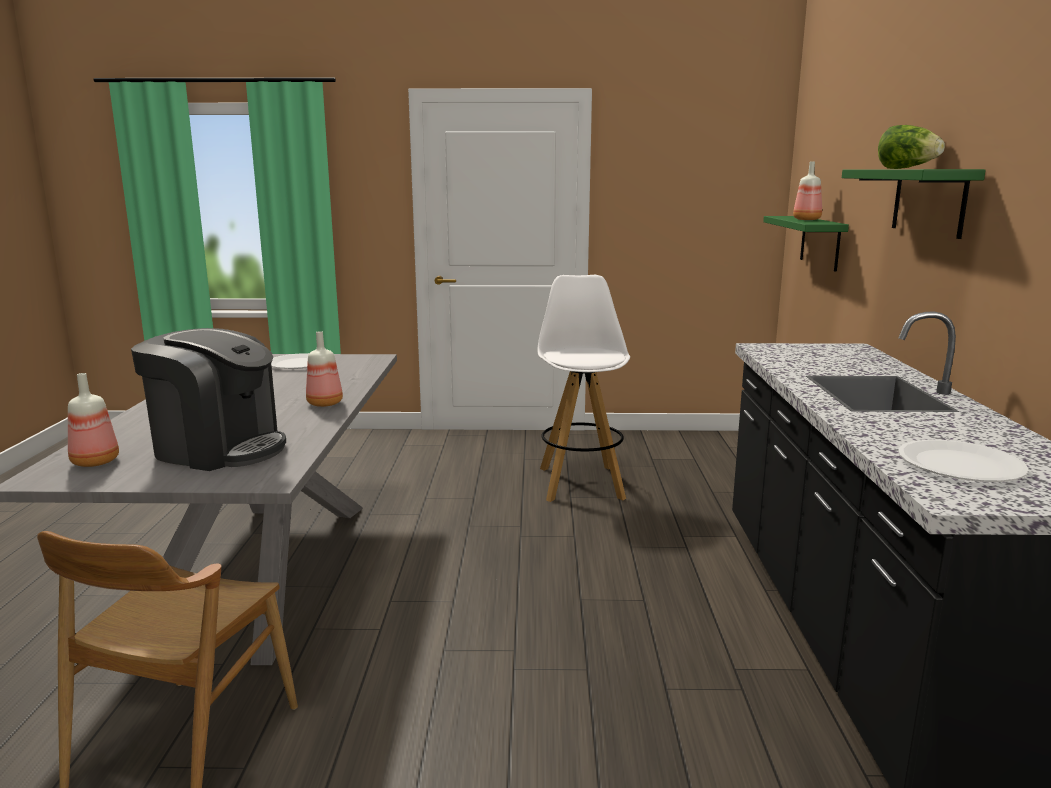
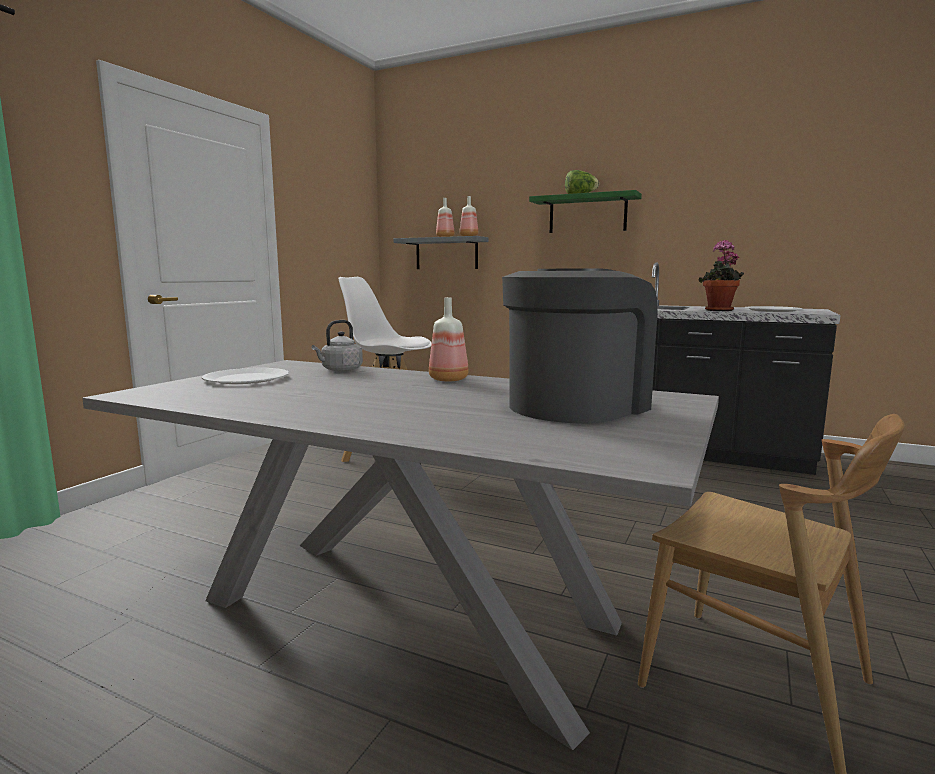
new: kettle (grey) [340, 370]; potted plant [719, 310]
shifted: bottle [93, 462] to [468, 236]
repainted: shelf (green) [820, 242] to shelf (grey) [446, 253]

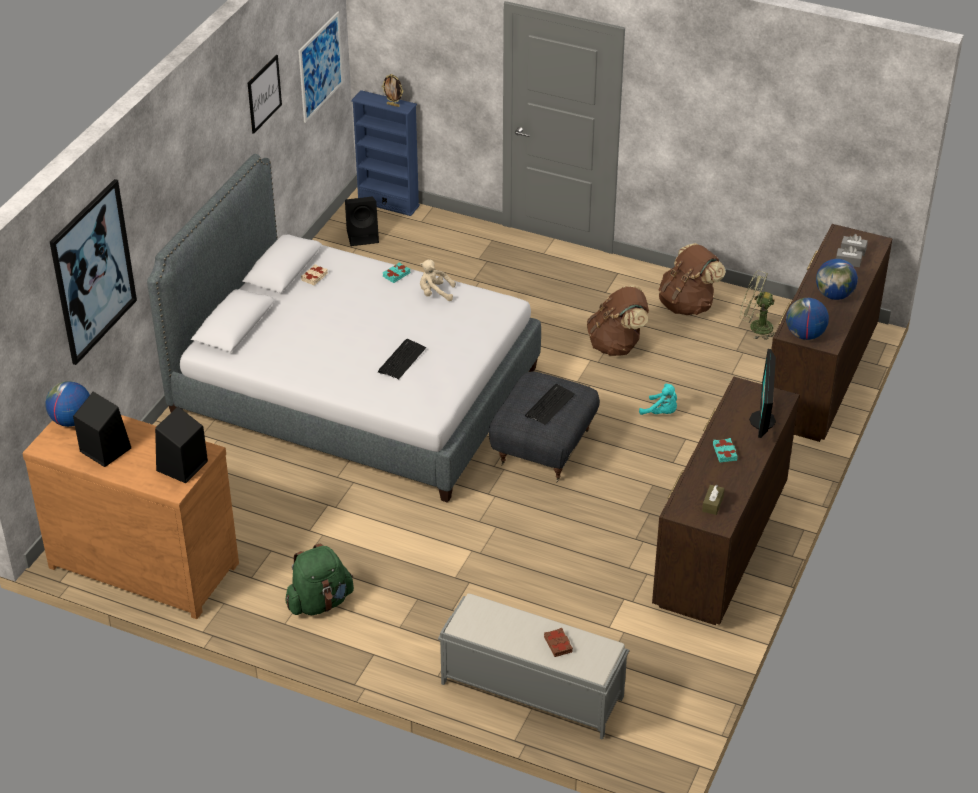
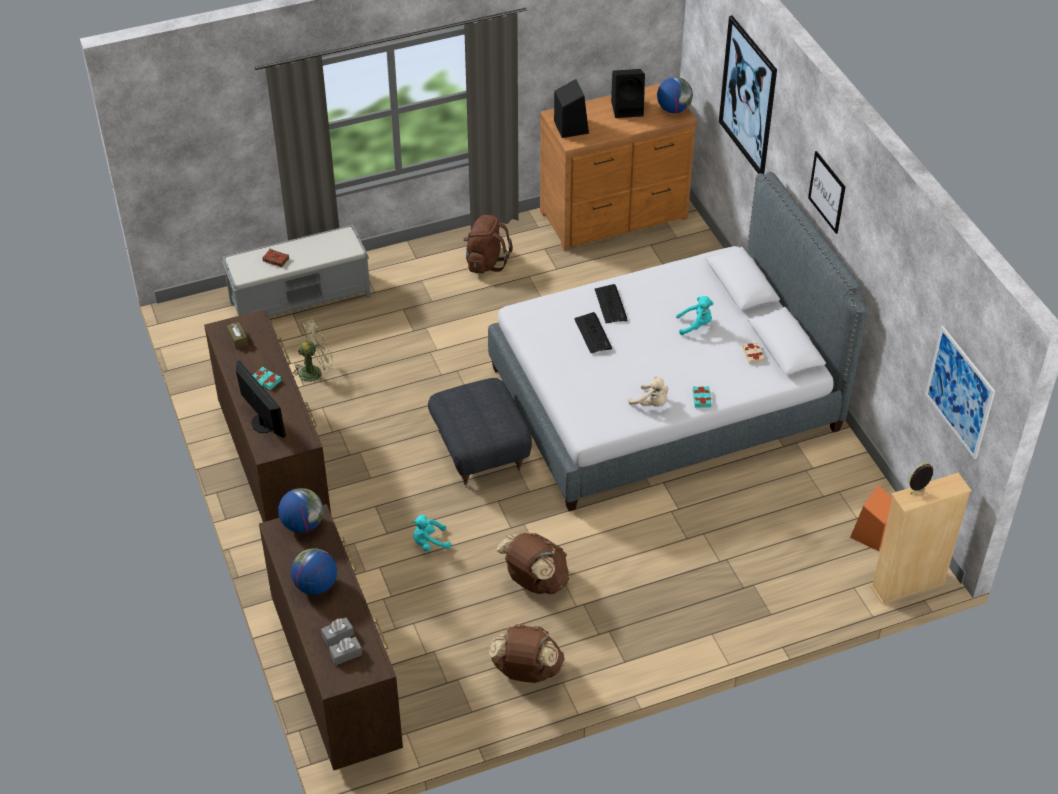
new: plush toy (turquoise) [695, 325]
shifted: picture [264, 93] to [827, 192]; keyboard [549, 405] to [611, 304]; fan (green) [755, 327] to [315, 371]
repainted: backpack (green) [320, 602] to backpack (brown) [485, 262]; speaker (black) [363, 236] to speaker (orange) [871, 535]; bookcase (blue) [388, 203] to bookcase (beige) [908, 585]
rotated: plush toy (beige) [435, 293] = [651, 403] 75 degrees clockwise

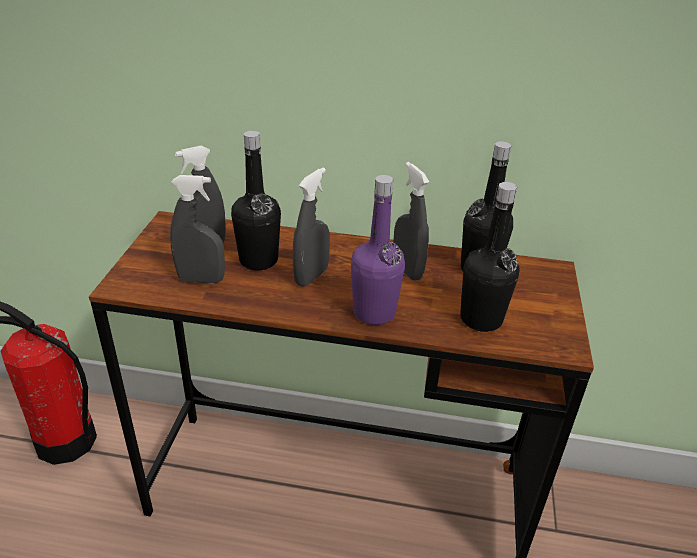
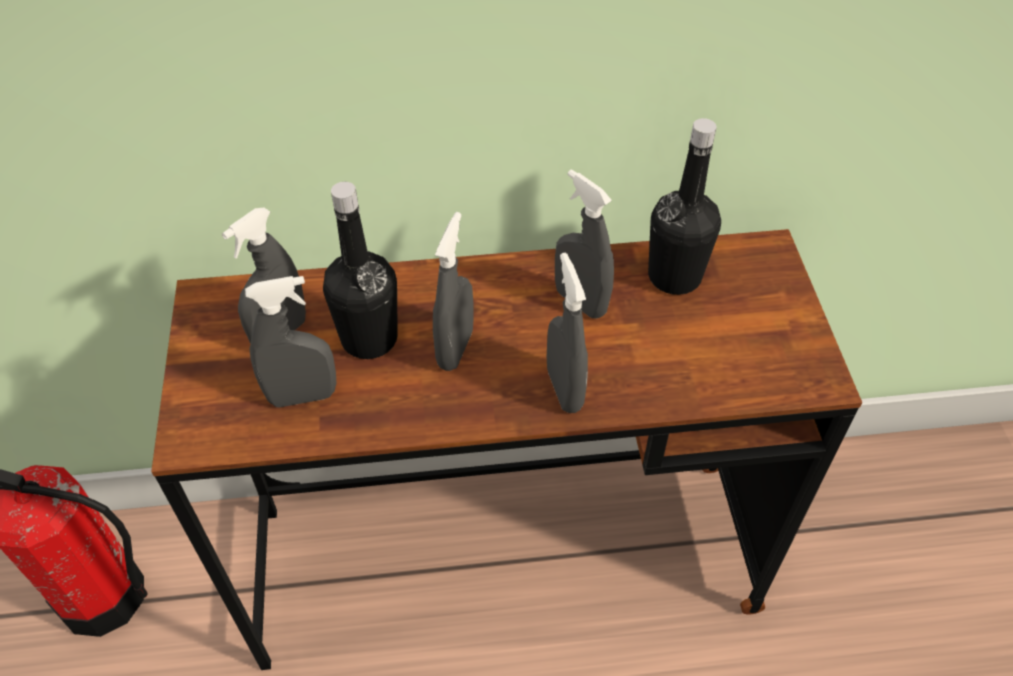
gone: bottle (black) [481, 319]
swapped: bottle (purple) [374, 312] to spray bottle (grey) [564, 389]

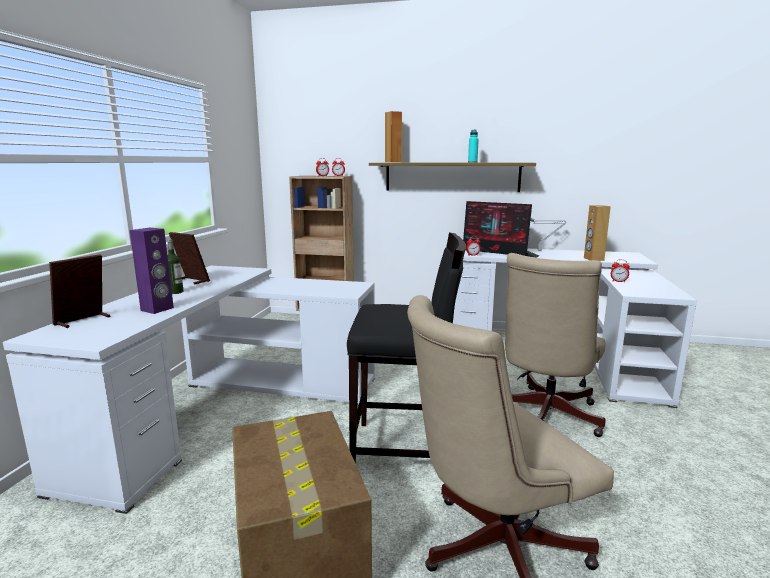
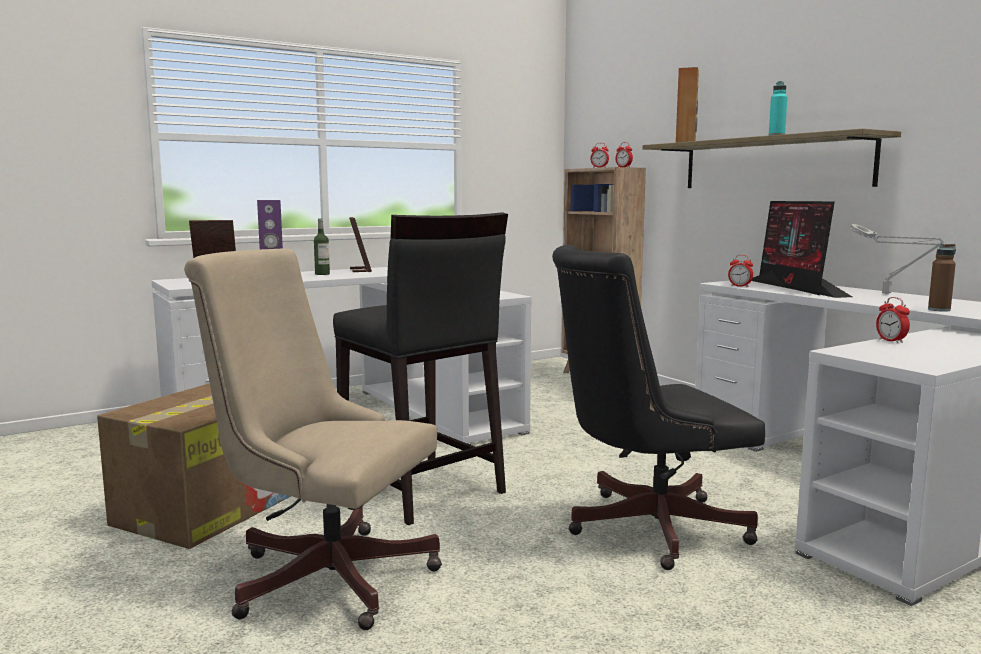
swapped: speaker (brown) [593, 259] to bottle (brown) [939, 310]
repainted: office chair (beige) [544, 416] to office chair (black) [644, 527]

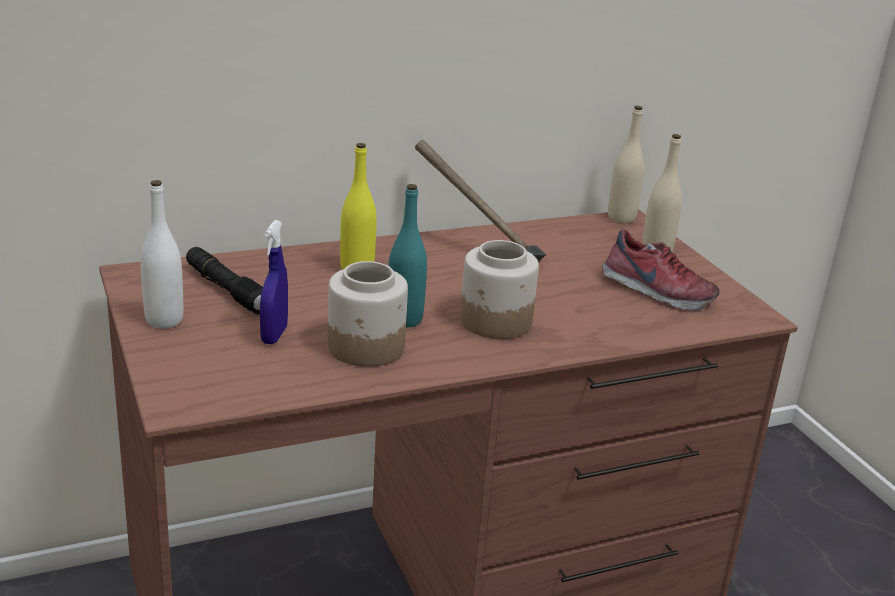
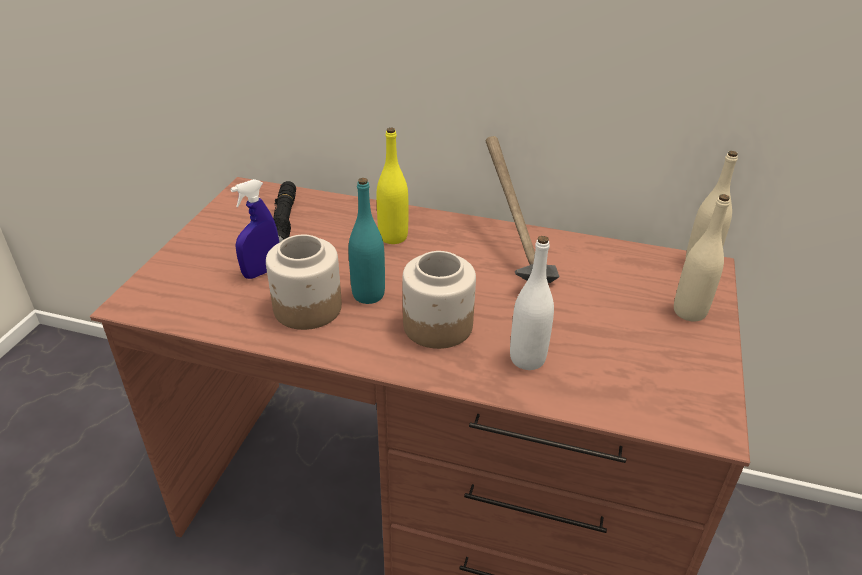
gone: shoe [655, 292]
shifted: bottle (white) [164, 320] to [527, 359]

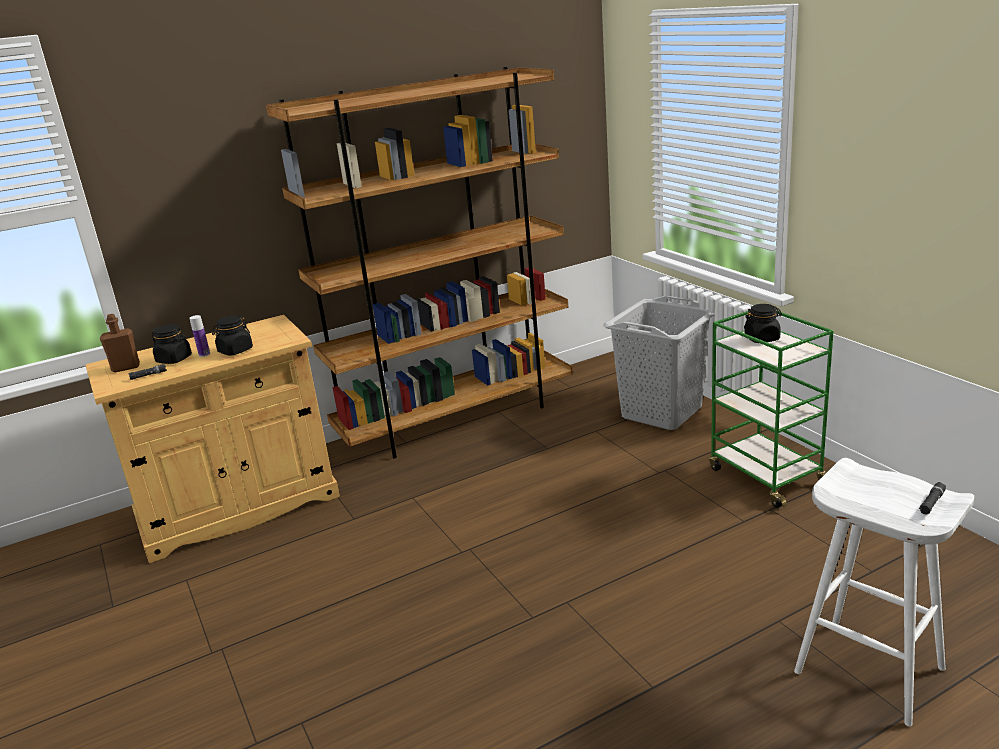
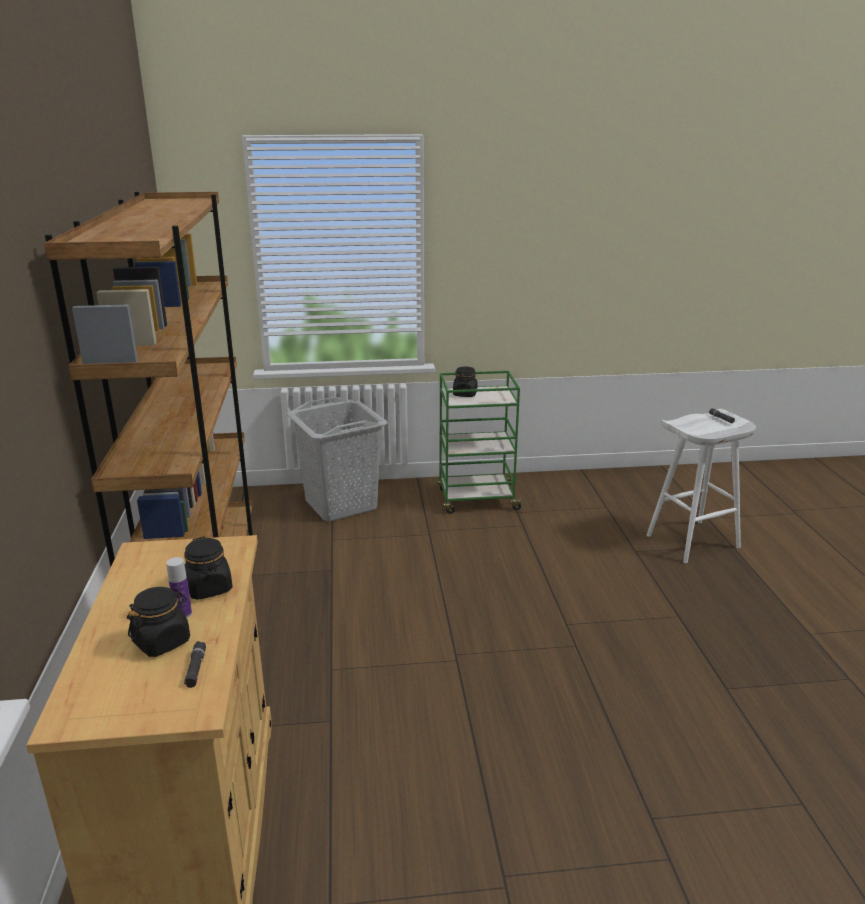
gone: bottle (brown) [126, 367]

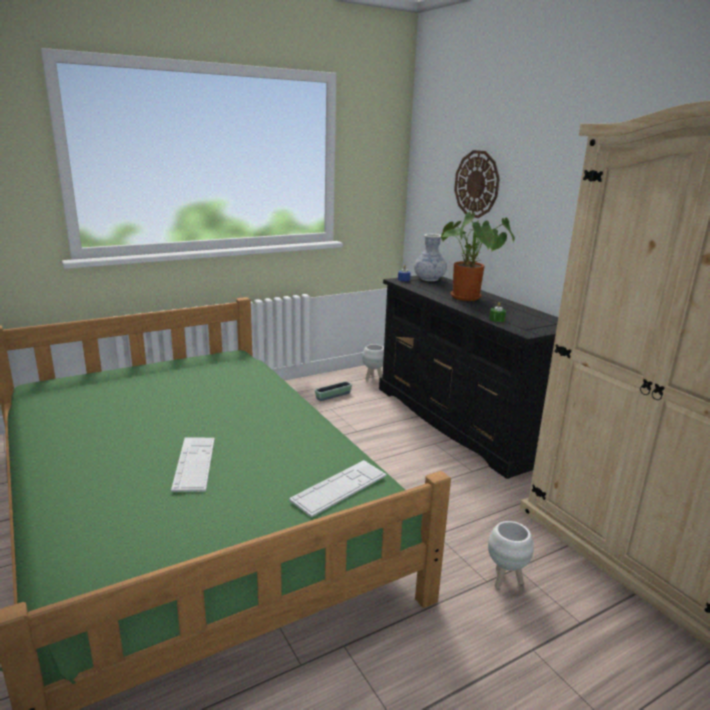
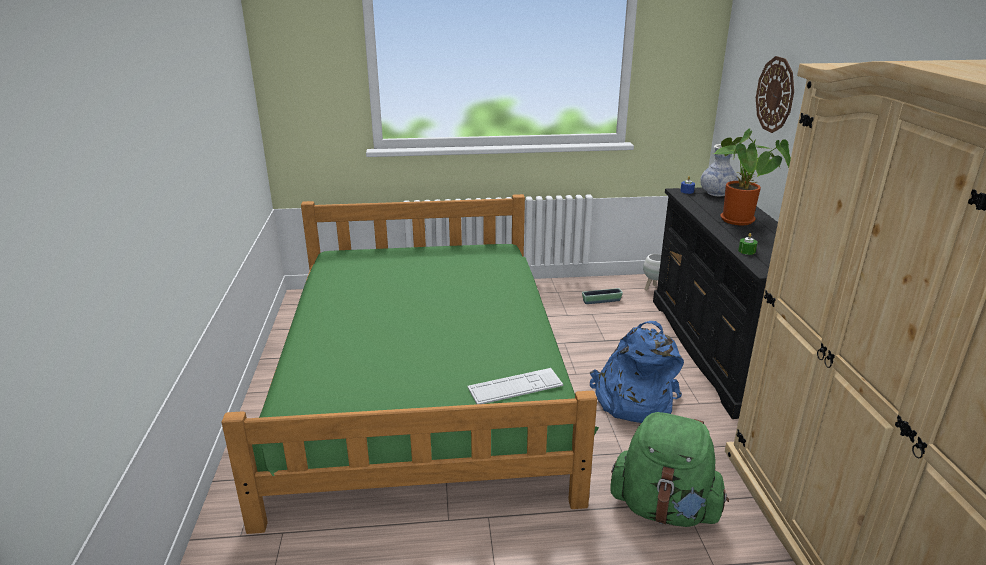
gone: keyboard [194, 464]
new: backpack (blue) [632, 400]
swapped: planter (white) [505, 580] to backpack (green) [664, 509]

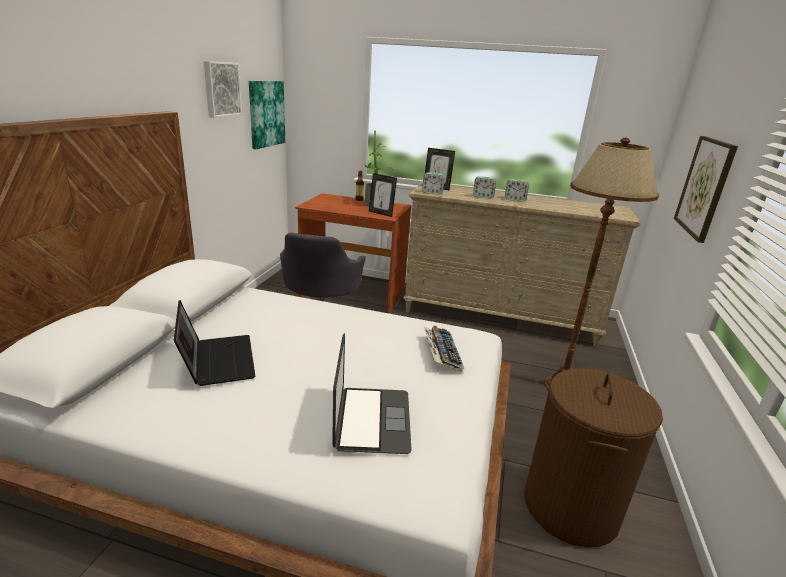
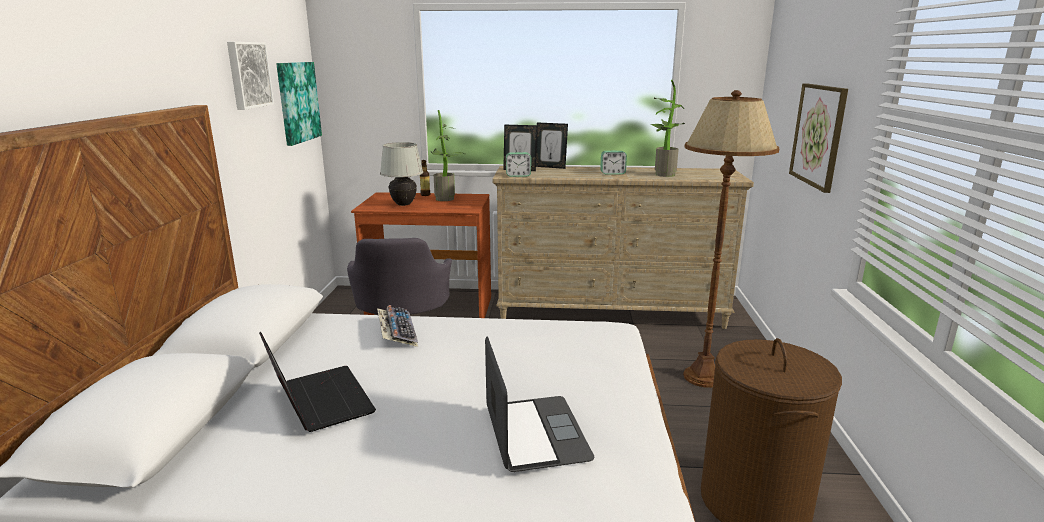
gone: alarm clock [483, 197]
new: table lamp (white) [403, 205]; potted plant [662, 174]
shifted: picture frame [381, 213] to [550, 167]; keyboard [441, 353] to [396, 332]

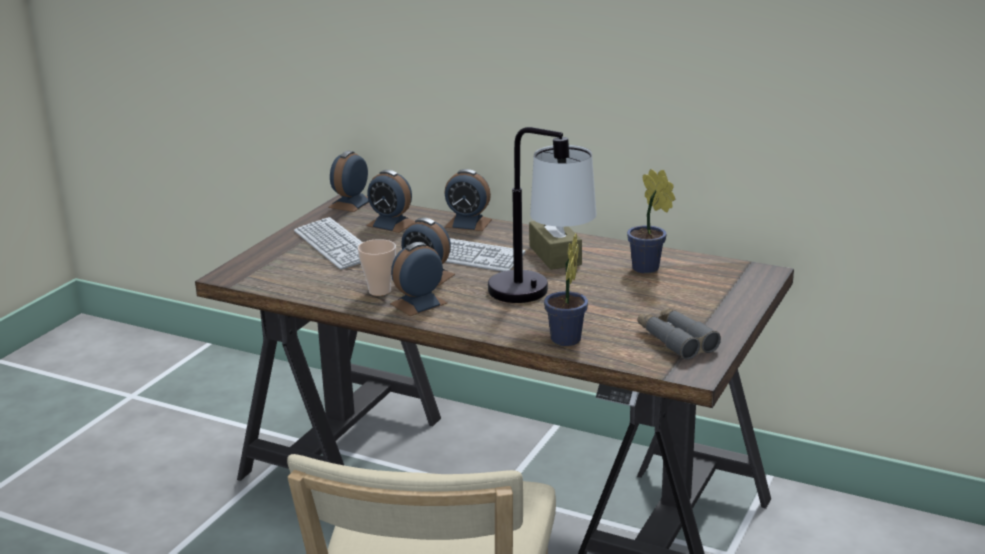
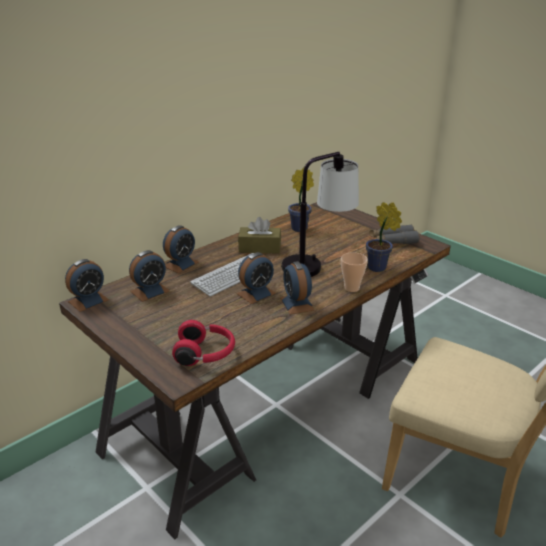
gone: keyboard [335, 245]
new: headphones (red) [205, 354]
shifted: cup [379, 291] to [352, 288]
rotated: alarm clock [351, 203] = [88, 300] 90 degrees counterclockwise

